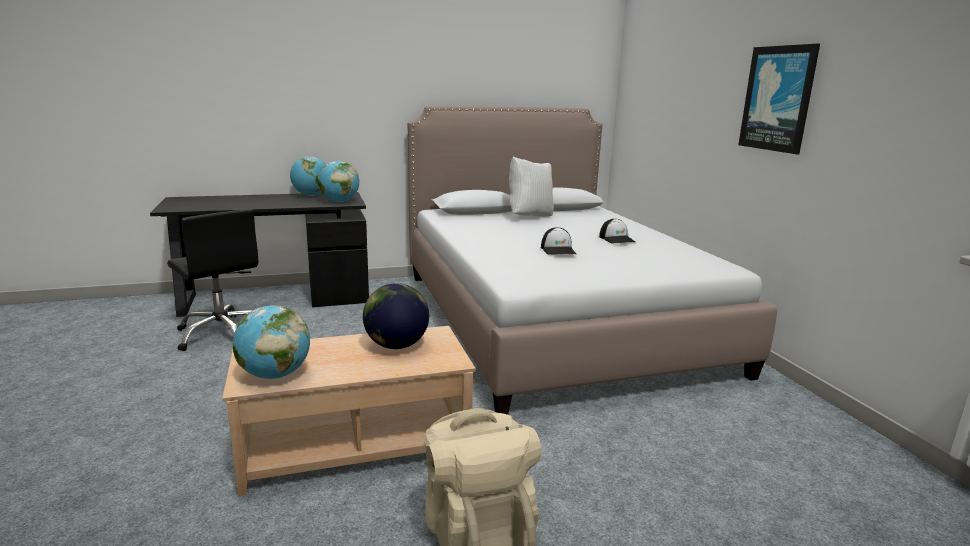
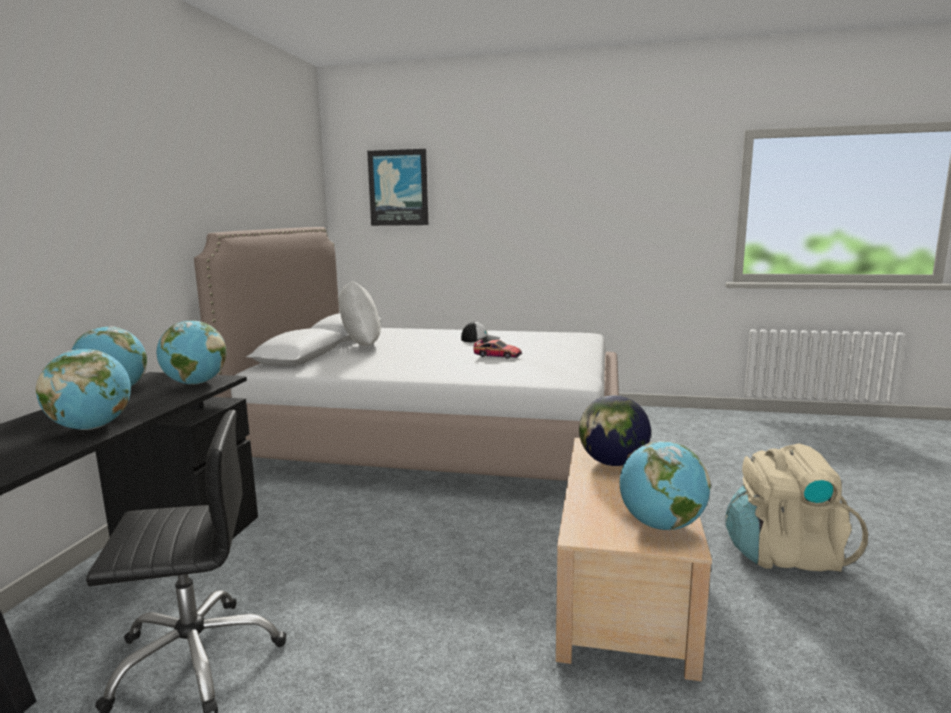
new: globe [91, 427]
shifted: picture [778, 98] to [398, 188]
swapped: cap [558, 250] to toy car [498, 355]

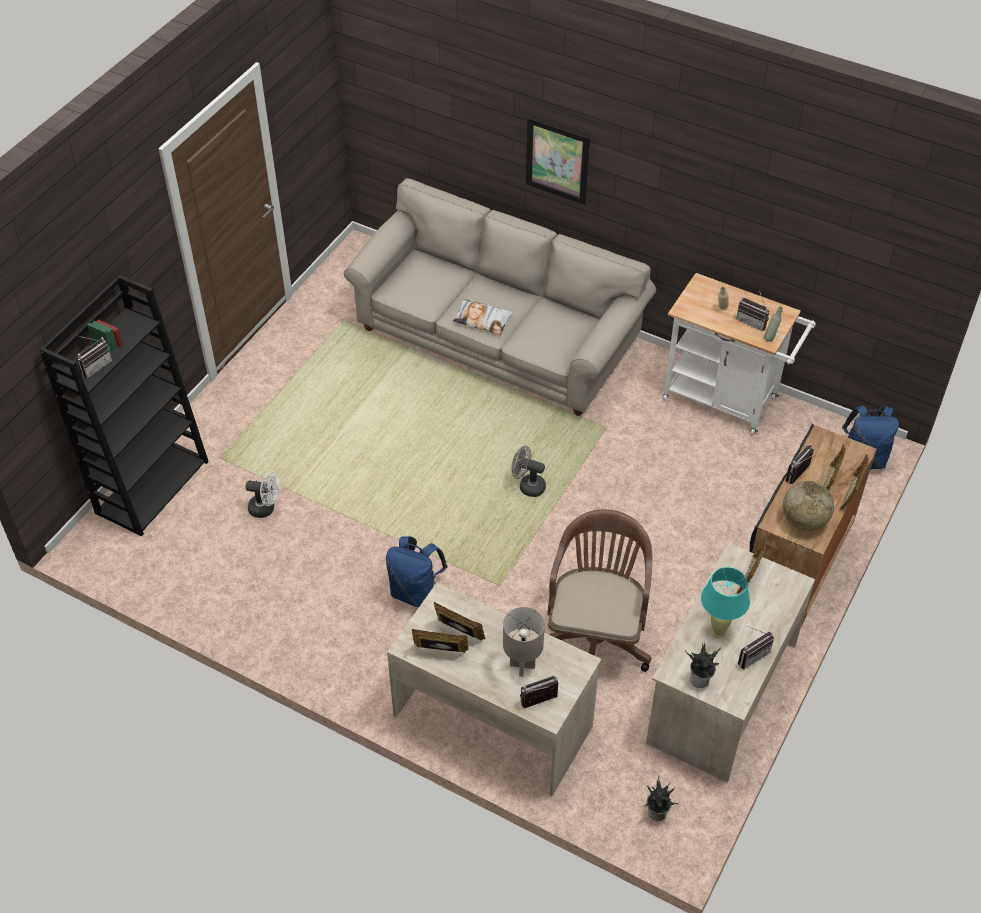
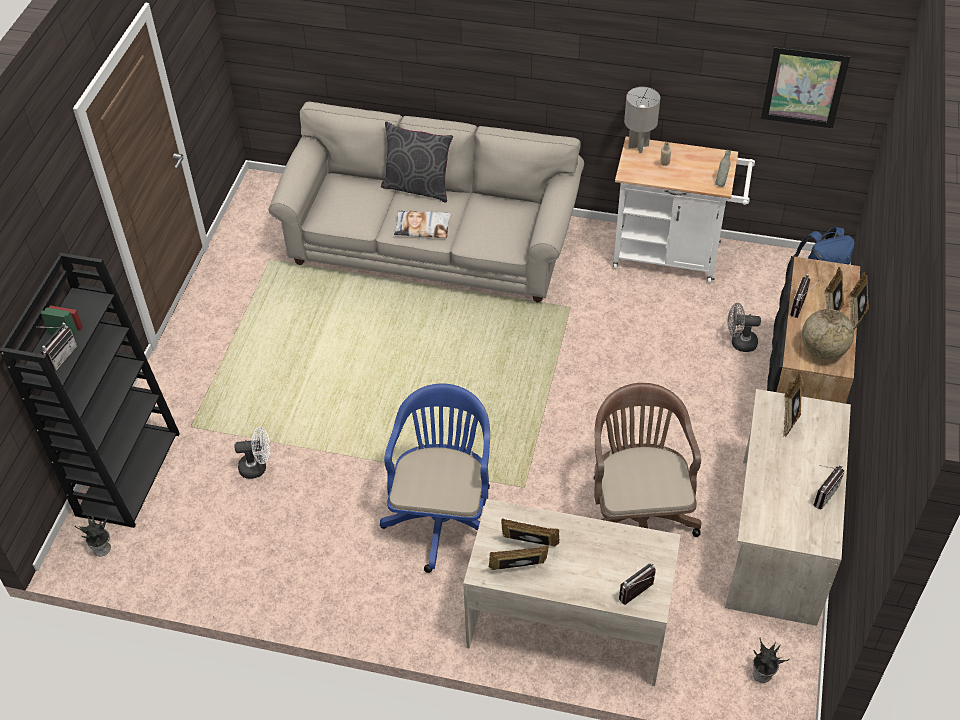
gone: table lamp (turquoise) [718, 631]; radio [753, 321]
new: pillow (grey) [417, 187]
shifted: table lamp (grey) [522, 665] to [638, 146]; fan (grey) [528, 486] to [739, 342]; picture [557, 160] to [804, 87]; potted plant [700, 680] to [102, 549]
swapped: backpack (blue) [416, 593] to office chair (blue) [443, 515]

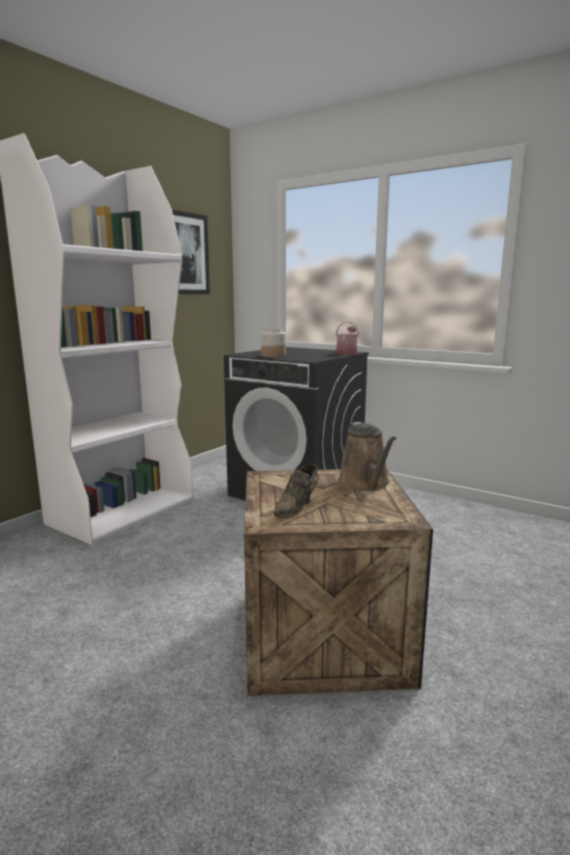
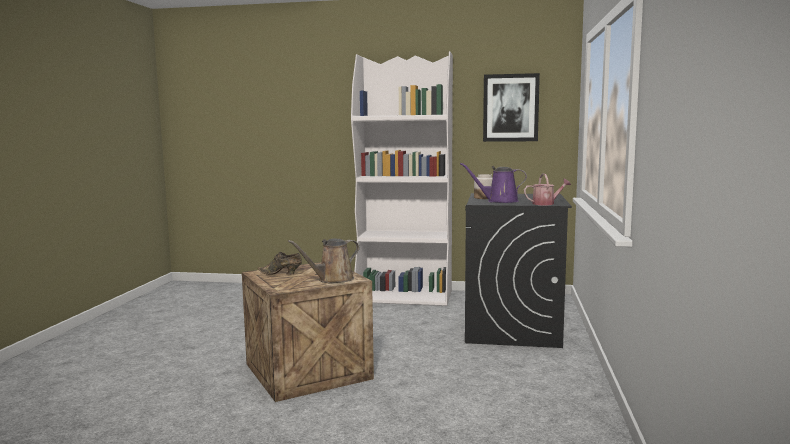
new: watering can (purple) [499, 201]

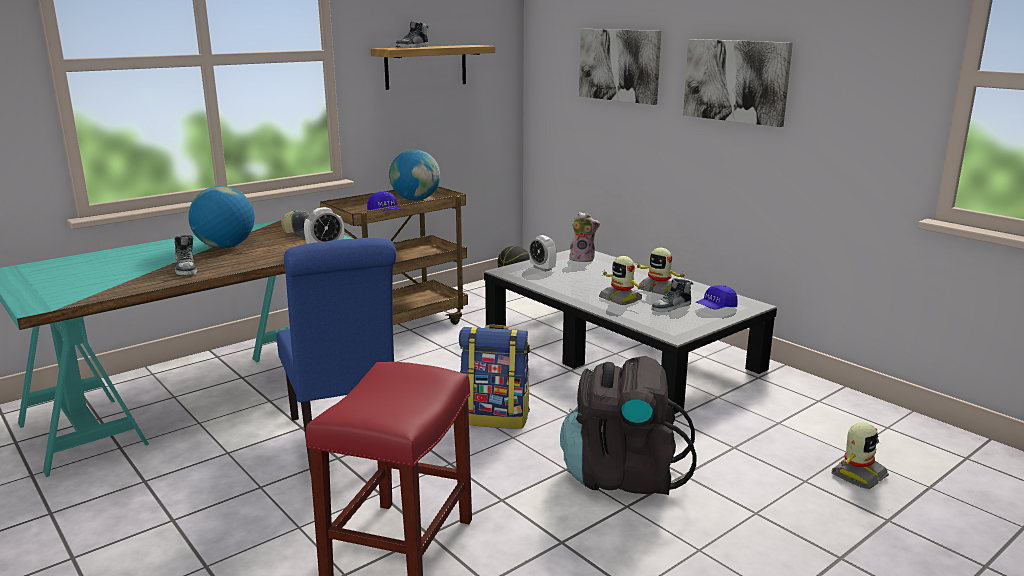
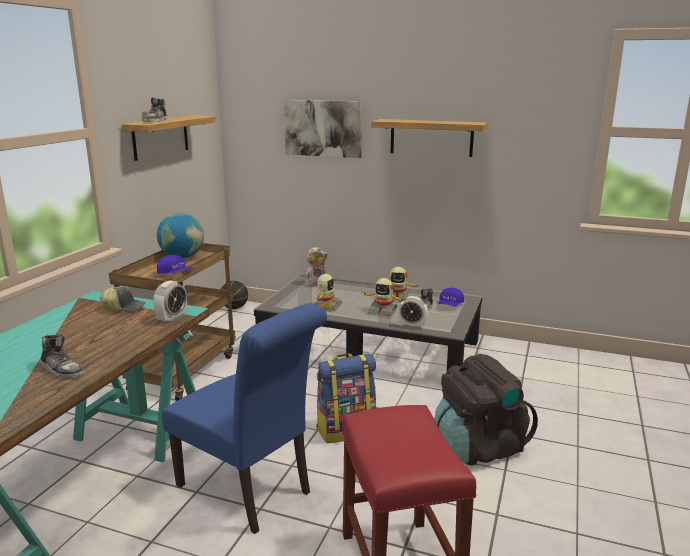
gone: globe [225, 247]
shifted: alarm clock [542, 268] to [412, 326]; toy robot [857, 475] to [326, 306]
swapped: picture [736, 81] to shelf [431, 137]

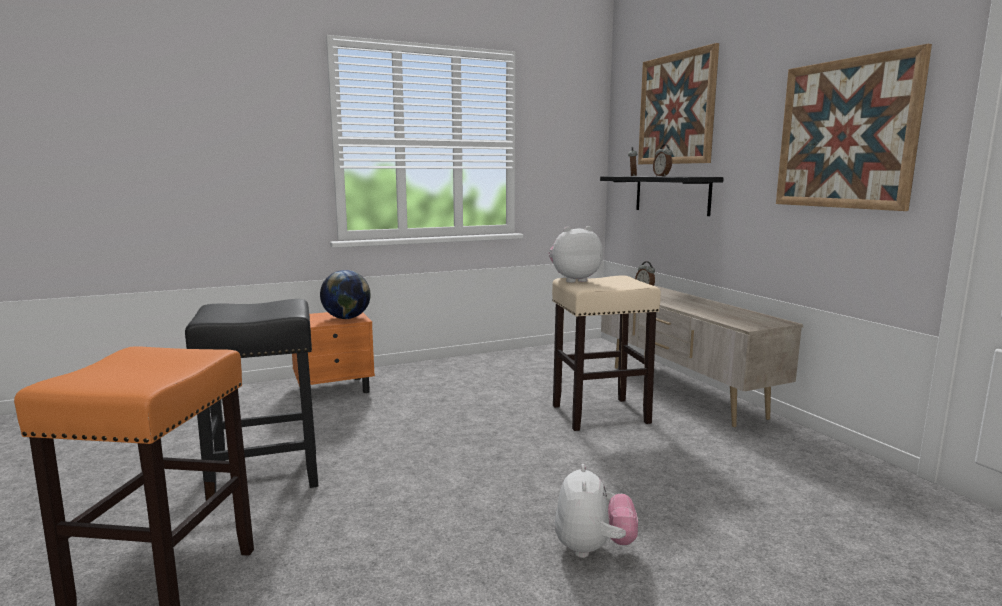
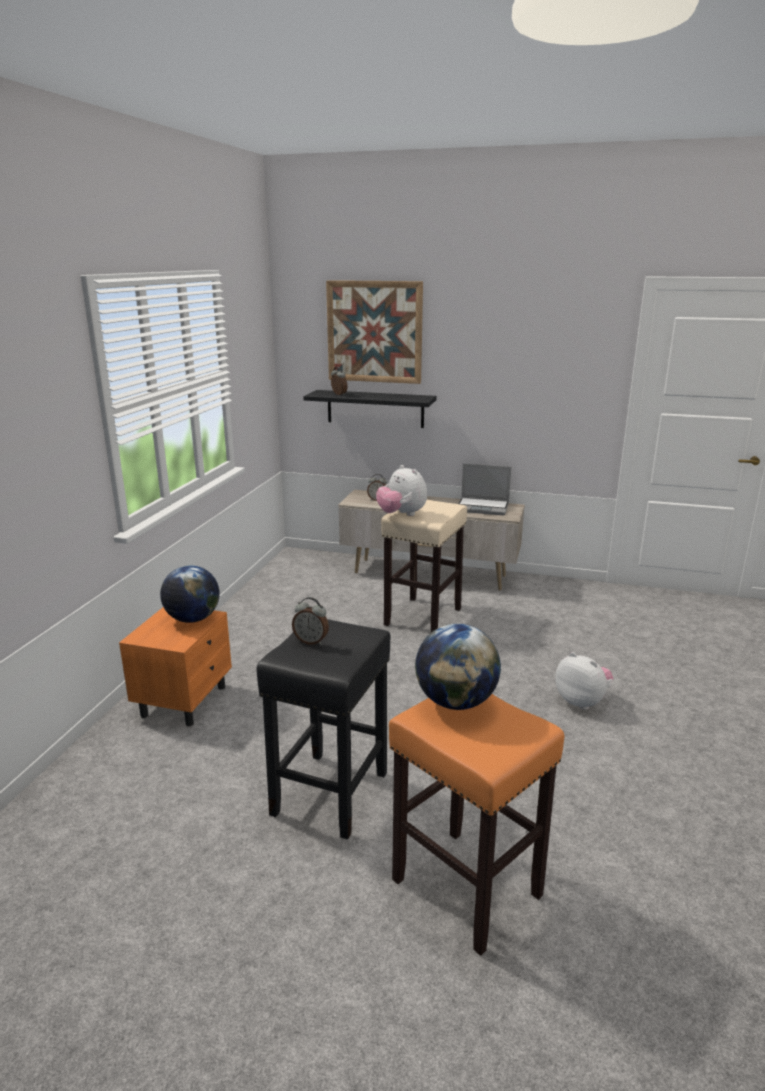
gone: picture [845, 134]
new: globe [456, 702]; laptop [483, 507]
shifted: alarm clock [662, 176] to [311, 641]
rotated: plush toy [573, 280] = [401, 514] 60 degrees counterclockwise

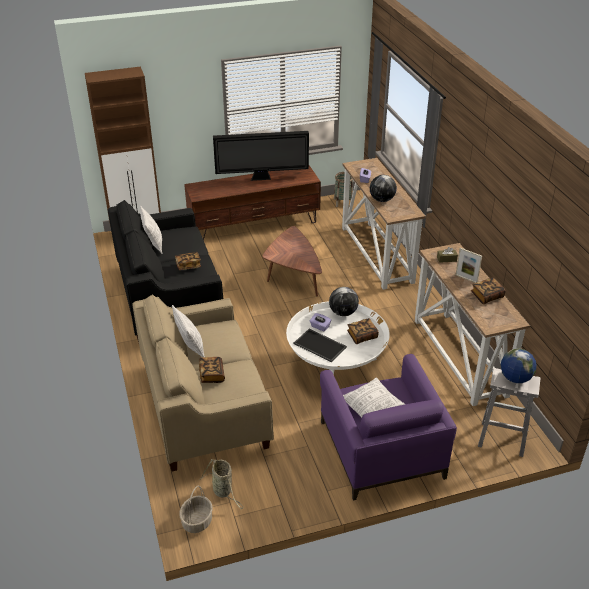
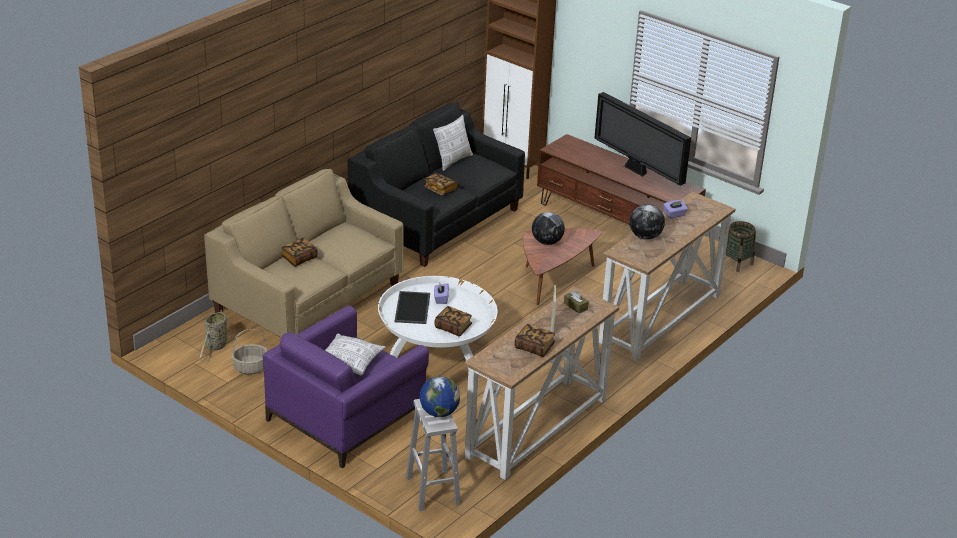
gone: pillow [190, 348]
shifted: basket [197, 522] to [250, 368]; globe [343, 313] to [547, 242]

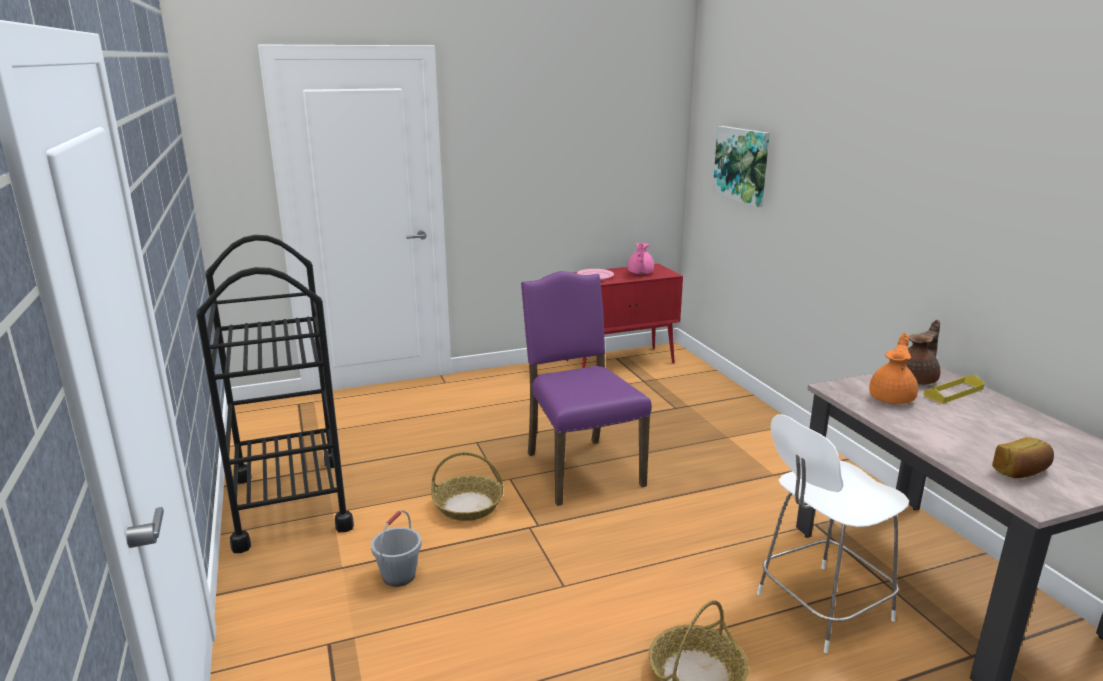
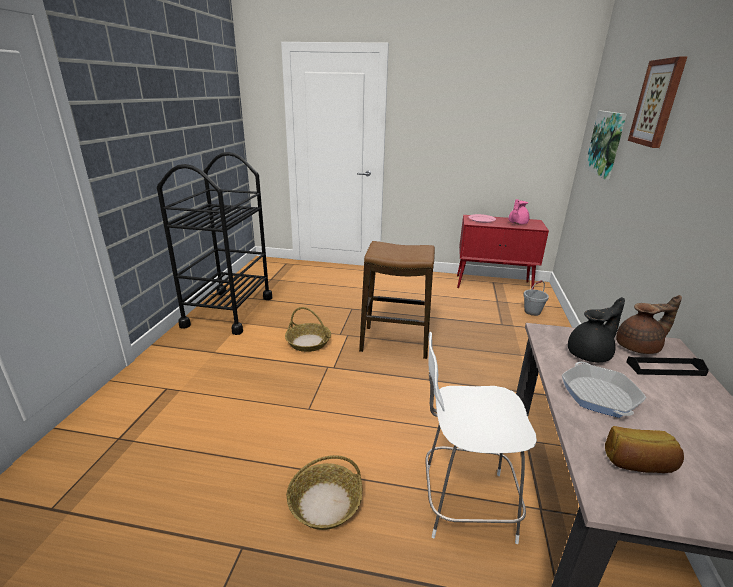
new: frying pan [599, 395]; picture [657, 103]
shifted: bucket (grey) [398, 575] to [532, 311]
swapped: chair (purple) [580, 468] to stool [395, 342]
repainted: teapot (orange) [892, 398] to teapot (black) [590, 354]; tray (yellow) [953, 392] to tray (black) [665, 368]

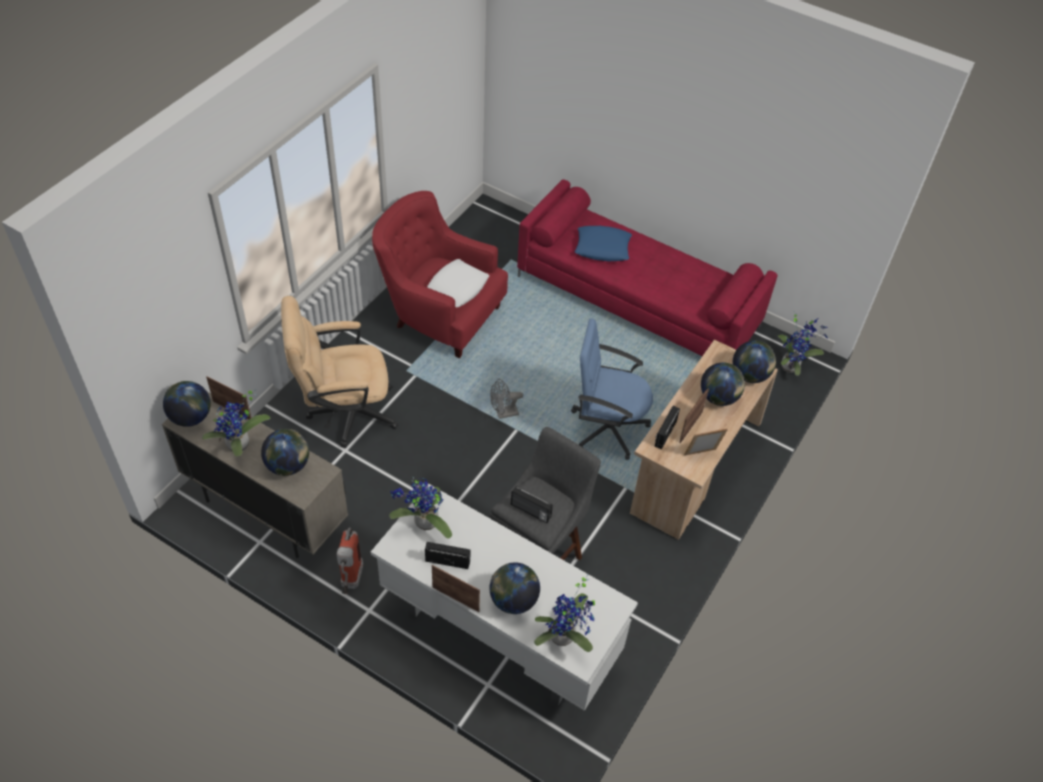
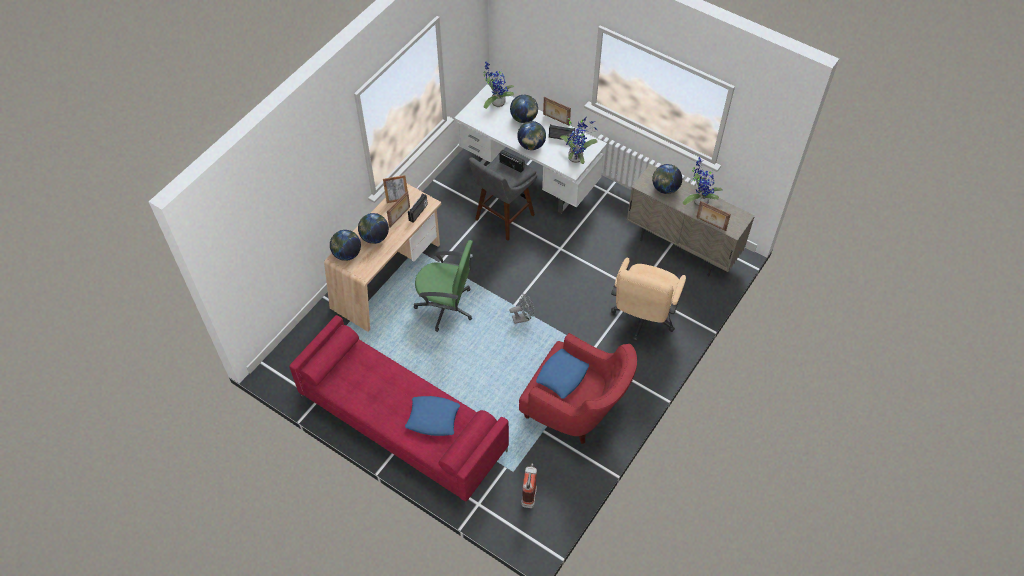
gone: potted plant [791, 366]
shifted: globe [191, 417] to [531, 145]; fire extinguisher [351, 582] to [529, 493]
repainted: pillow (white) [457, 287] to pillow (blue) [562, 376]; office chair (blue) [607, 427] to office chair (green) [446, 307]
rotated: office chair (beige) [344, 413] = [642, 318] 120 degrees clockwise

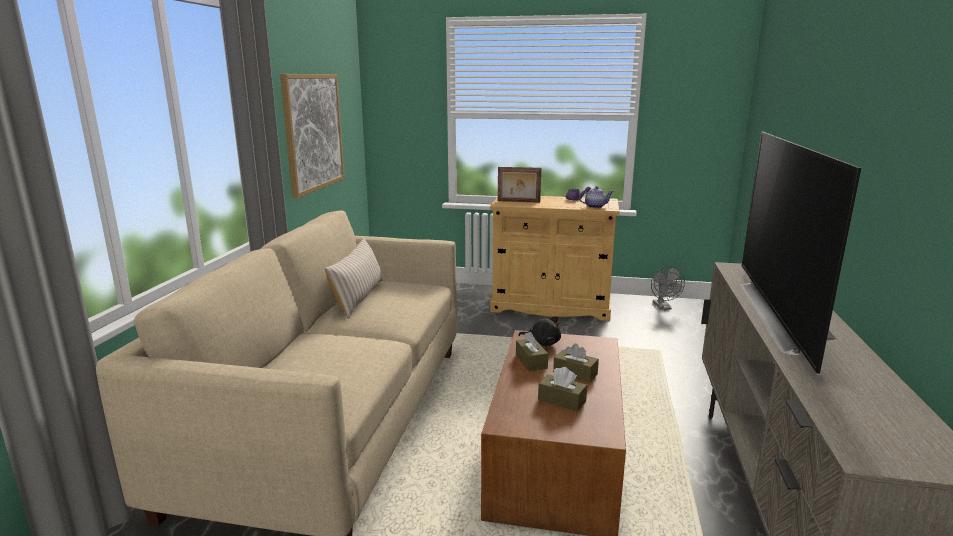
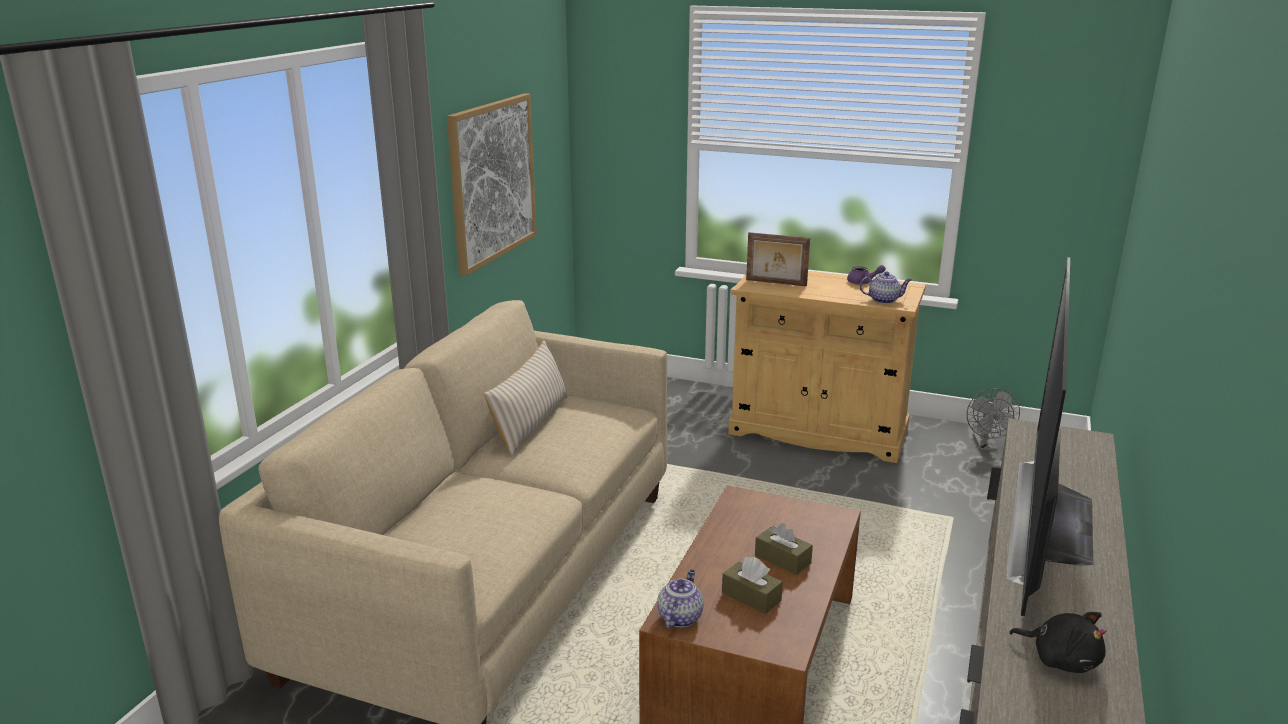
gone: tissue box (brown) [531, 361]
new: teapot [679, 617]
shifted: plush toy (black) [542, 343] to [1061, 659]

